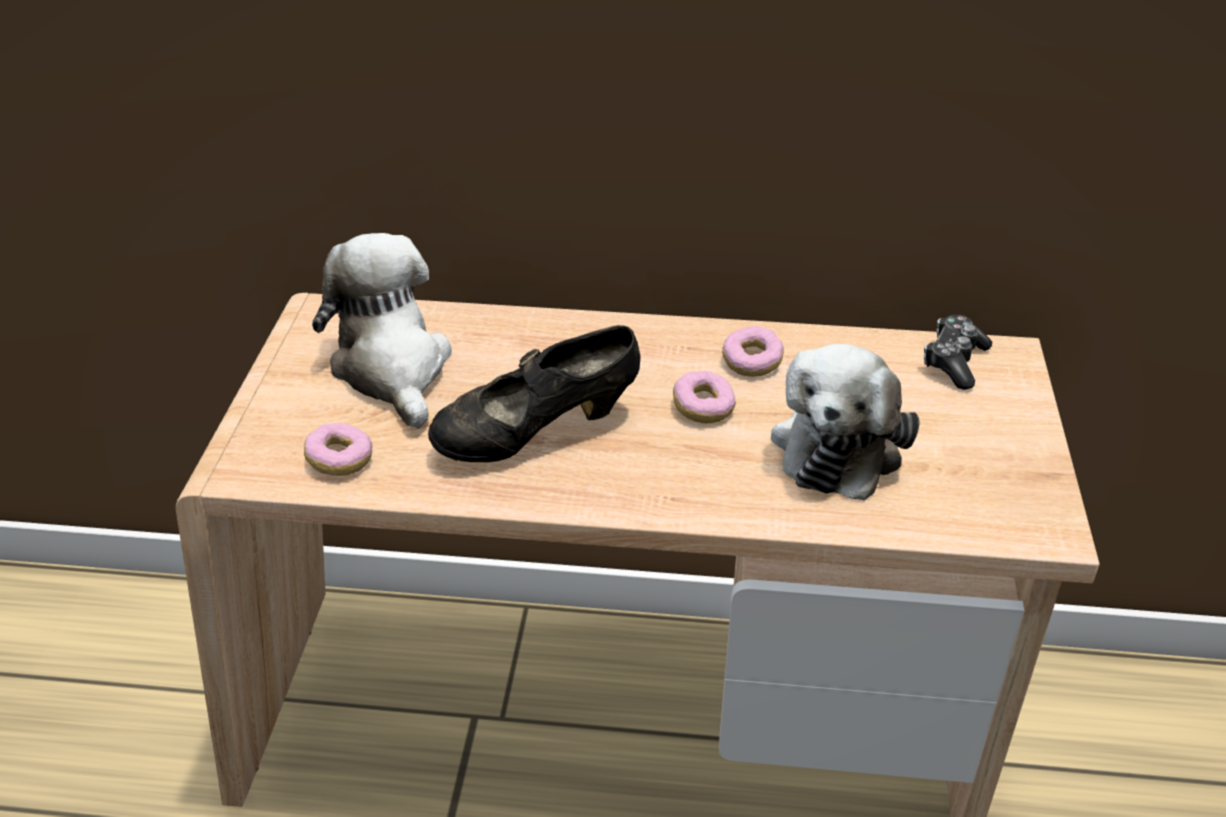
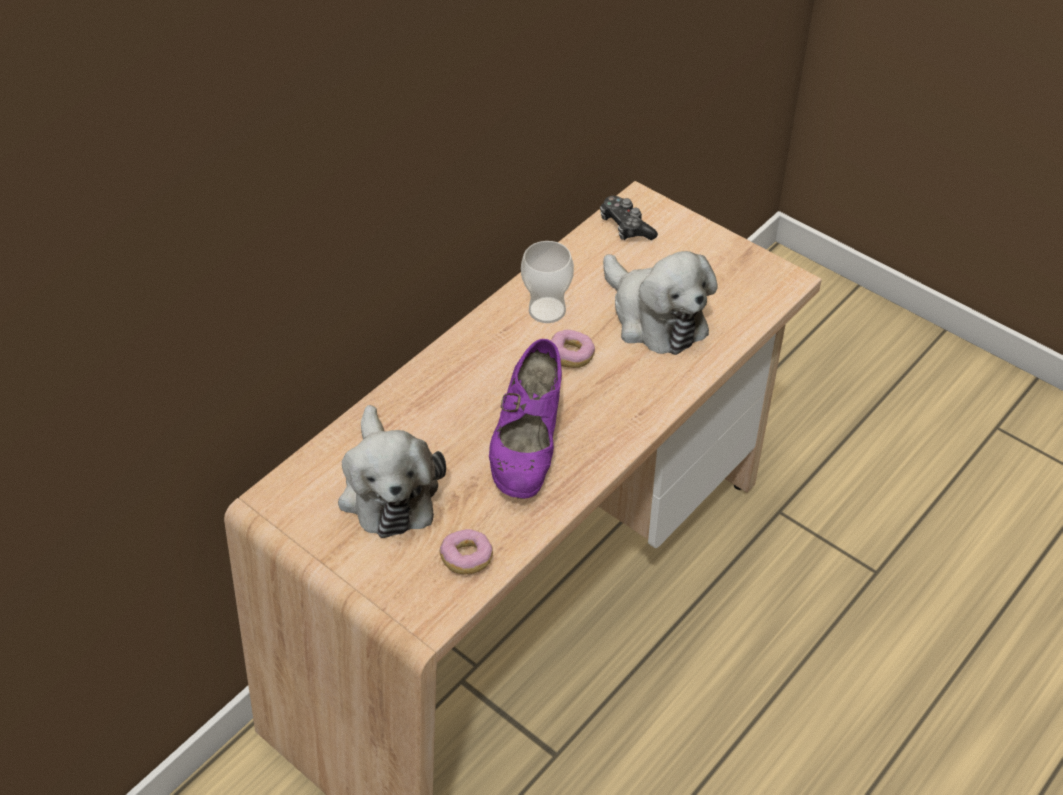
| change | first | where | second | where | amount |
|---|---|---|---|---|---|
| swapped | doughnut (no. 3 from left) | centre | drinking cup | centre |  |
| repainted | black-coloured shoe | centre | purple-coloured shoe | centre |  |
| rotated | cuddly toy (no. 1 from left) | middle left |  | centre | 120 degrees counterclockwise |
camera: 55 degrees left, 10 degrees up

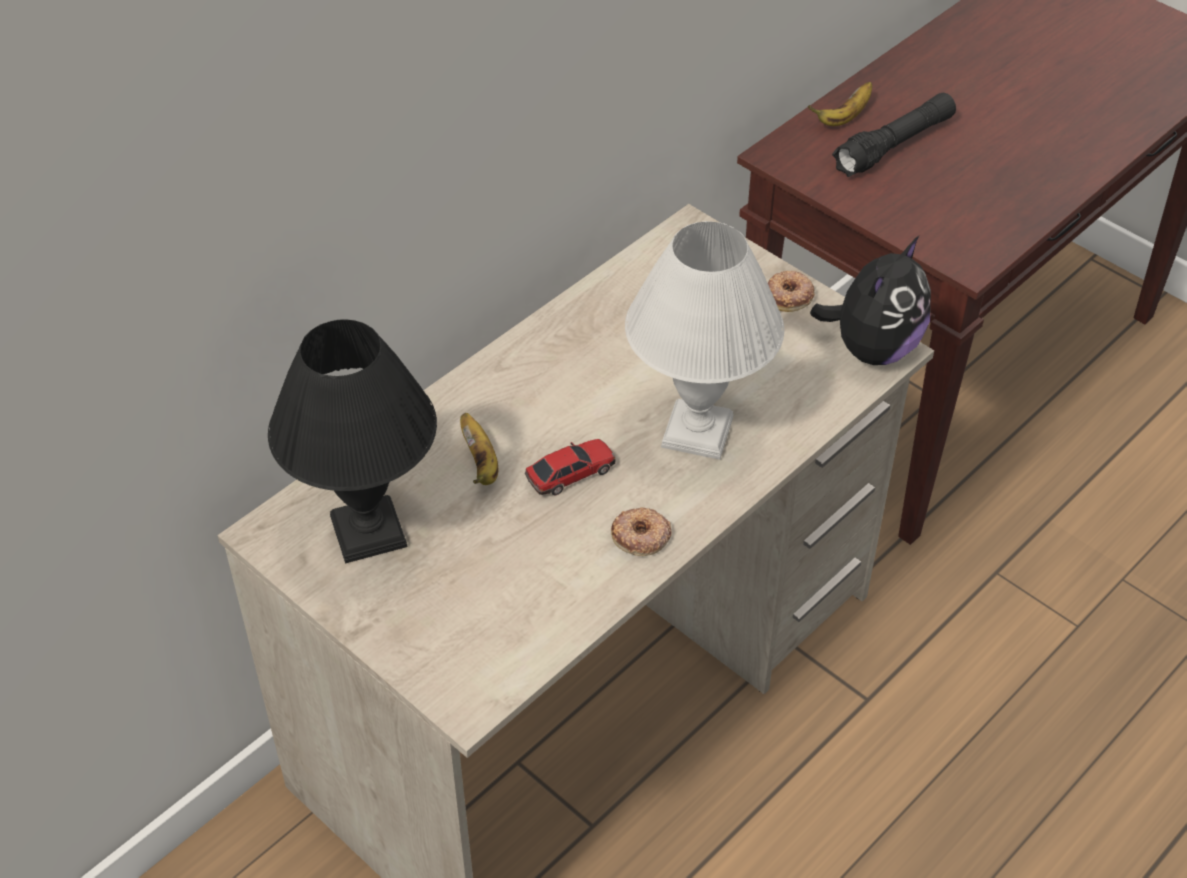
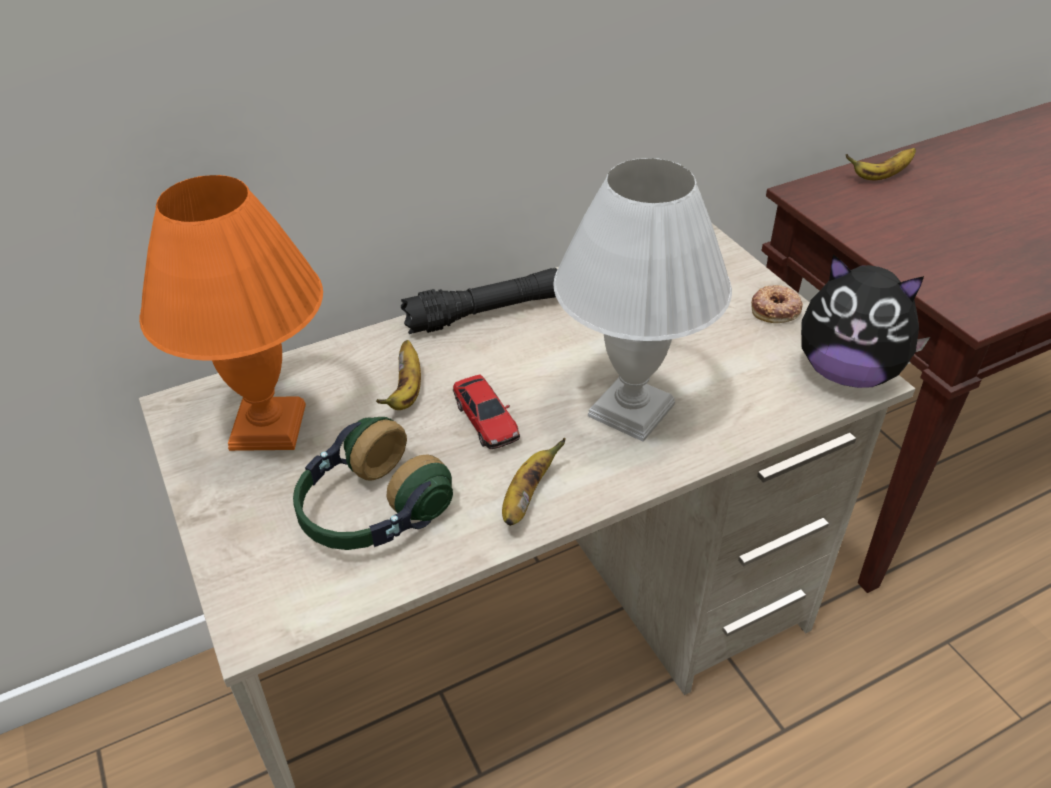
| change | first | where | second | where | amount |
|---|---|---|---|---|---|
| new |  |  | headset | centre |  |
| shifted | black-coloured torch | top right |  | centre |  |
| swapped | doughnut (no. 1 from left) | centre | whole banana (no. 2 from left) | centre |  |
| repainted | black-coloured lamp for a table | middle left | orangey lamp for a table | middle left |  |
| rotated | model car | centre |  | centre | 75 degrees clockwise |
| rotated | cuddly toy | middle right |  | middle right | 60 degrees clockwise |
camera: 20 degrees right, 5 degrees down

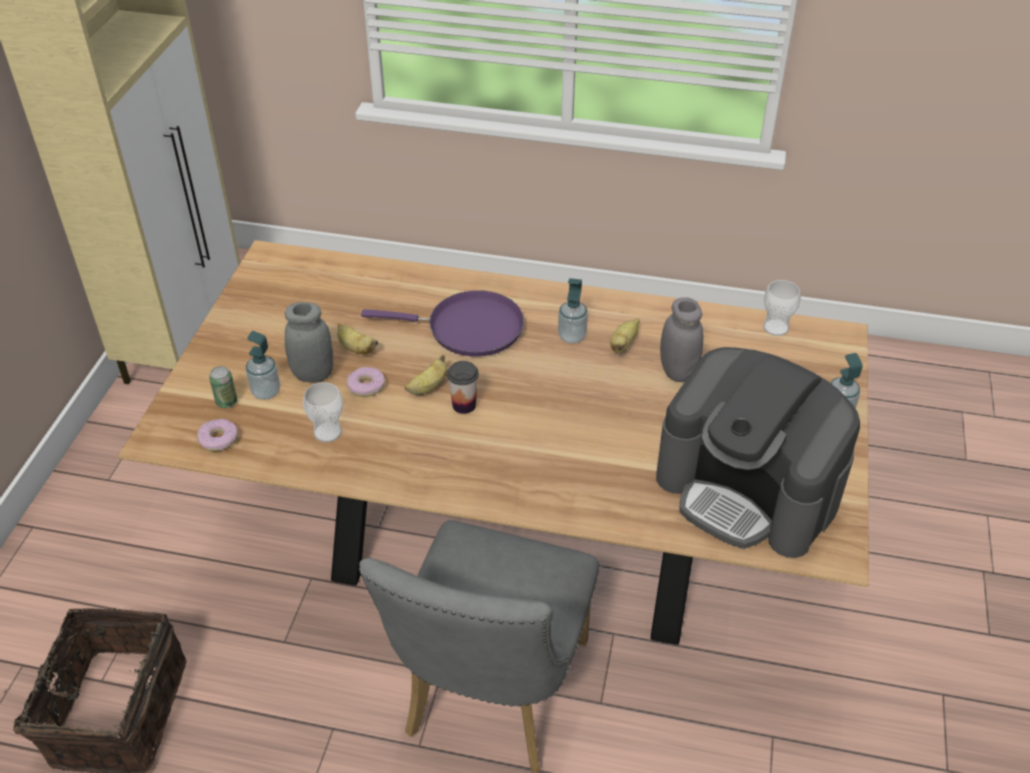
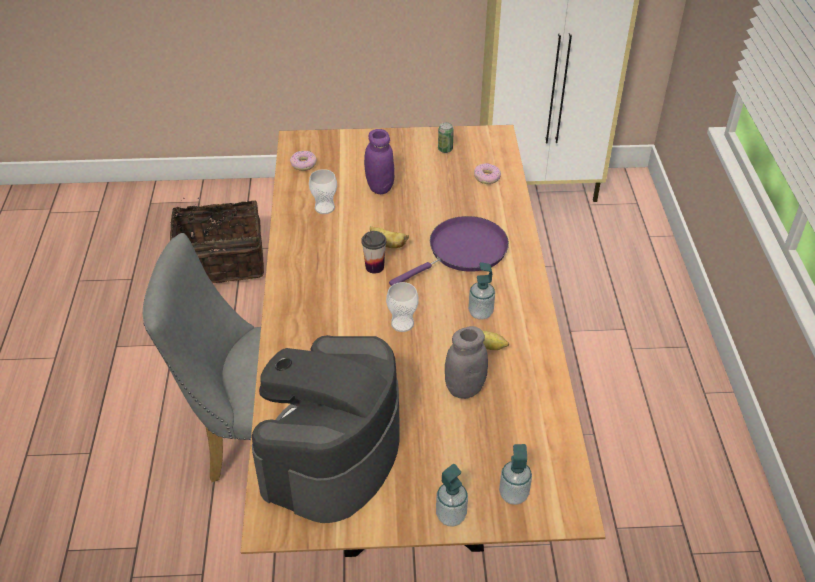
| change | first | where | second | where | amount |
|---|---|---|---|---|---|
| gone | whole banana (no. 1 from left) | centre |  |  |  |
| shifted | metal can | middle left |  | top centre |  |
| shifted | liquid soap bottle (no. 1 from left in the first image) | middle left | liquid soap bottle (no. 3 from left) | bottom centre |  |
| shifted | doughnut (no. 2 from left) | centre |  | top centre |  |
| shifted | drinking cup (no. 3 from left) | middle right |  | centre |  |
| repainted | greyish jar (no. 1 from left) | middle left | purple-coloured jar | top centre |  |
| rotated | purple-coloured frying pan | centre |  | centre | 120 degrees counterclockwise |
camera: 75 degrees right, 0 degrees up

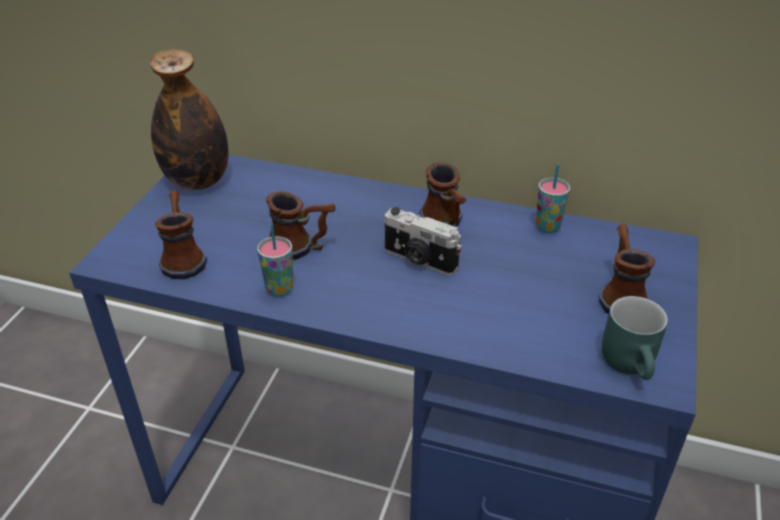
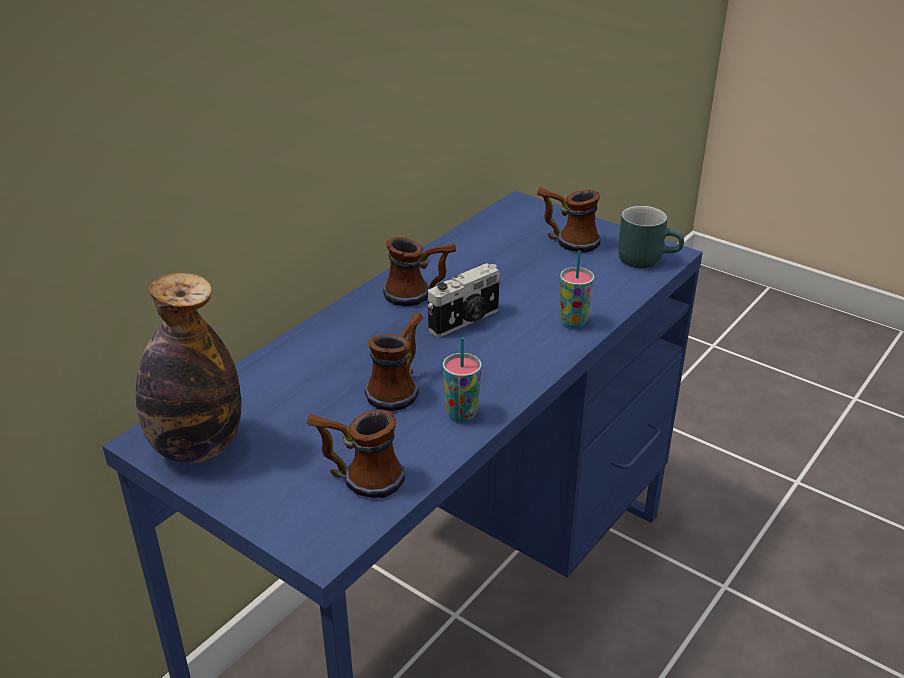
| change | first | where | second | where | amount |
|---|---|---|---|---|---|
| shifted | drinking cup (no. 2 from left) | middle right |  | centre |  |
camera: 70 degrees left, 5 degrees down

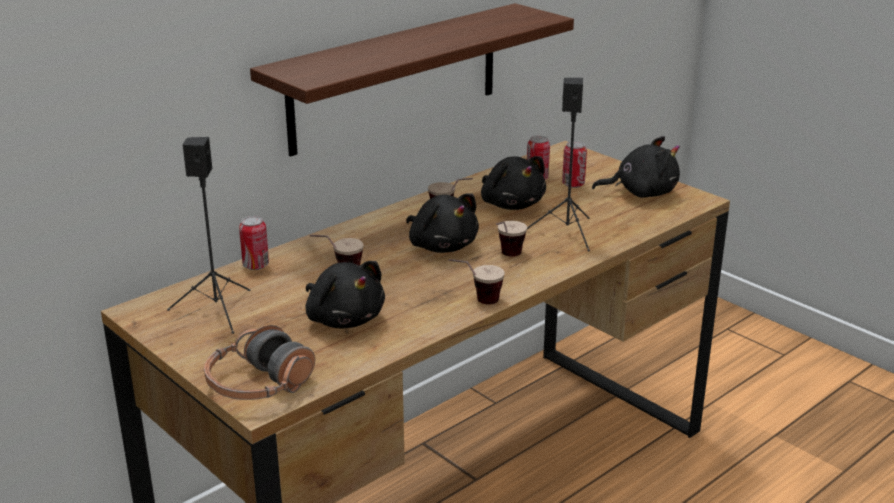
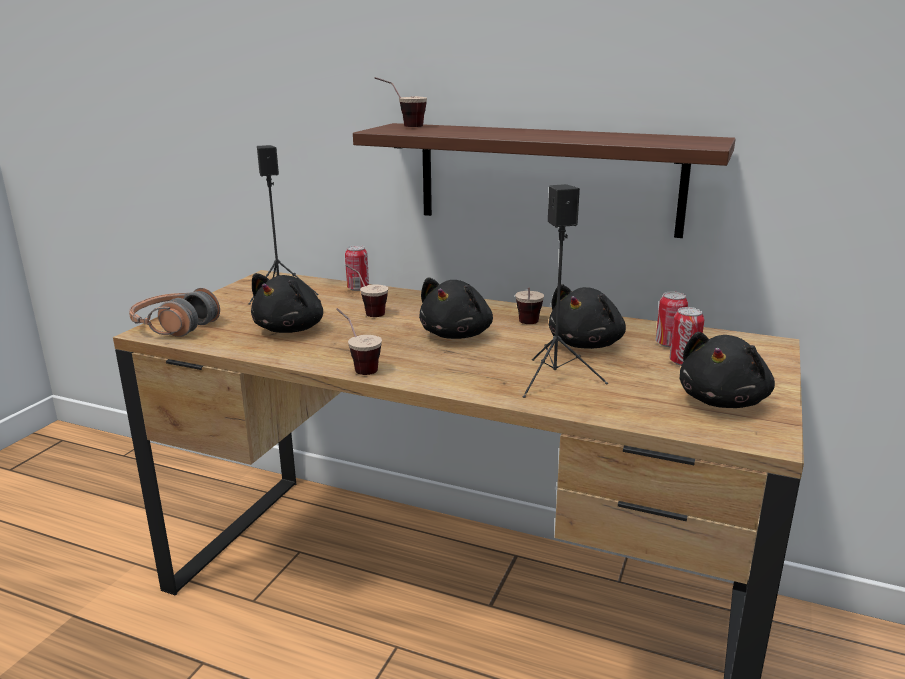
| change | first | where | second | where | amount |
|---|---|---|---|---|---|
| shifted | drinking cup (no. 4 from left in the first image) | centre | drinking cup (no. 3 from left) | top centre |  |
| rotated | black-coloured cuddly toy (no. 4 from left) | top right |  | middle right | 60 degrees clockwise |
camera: 65 degrees right, 5 degrees down

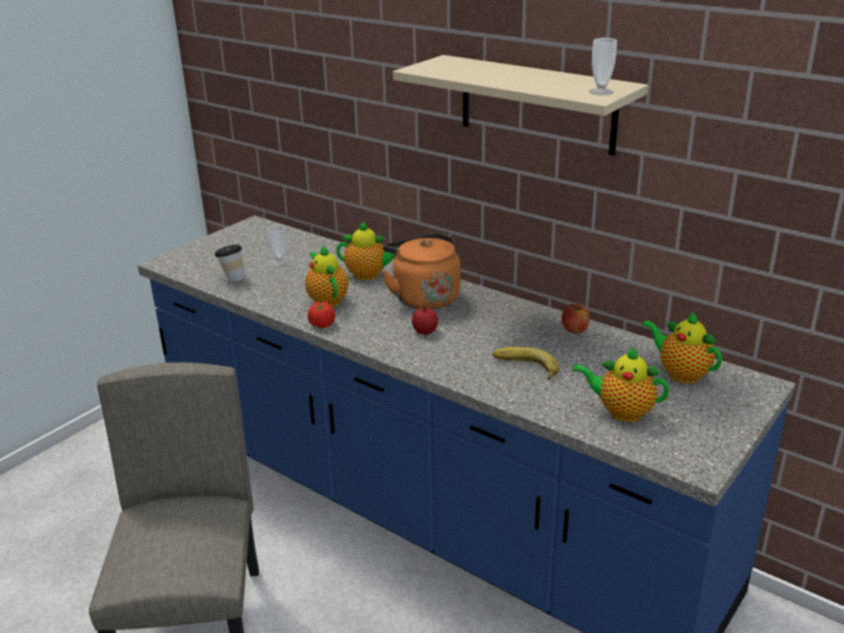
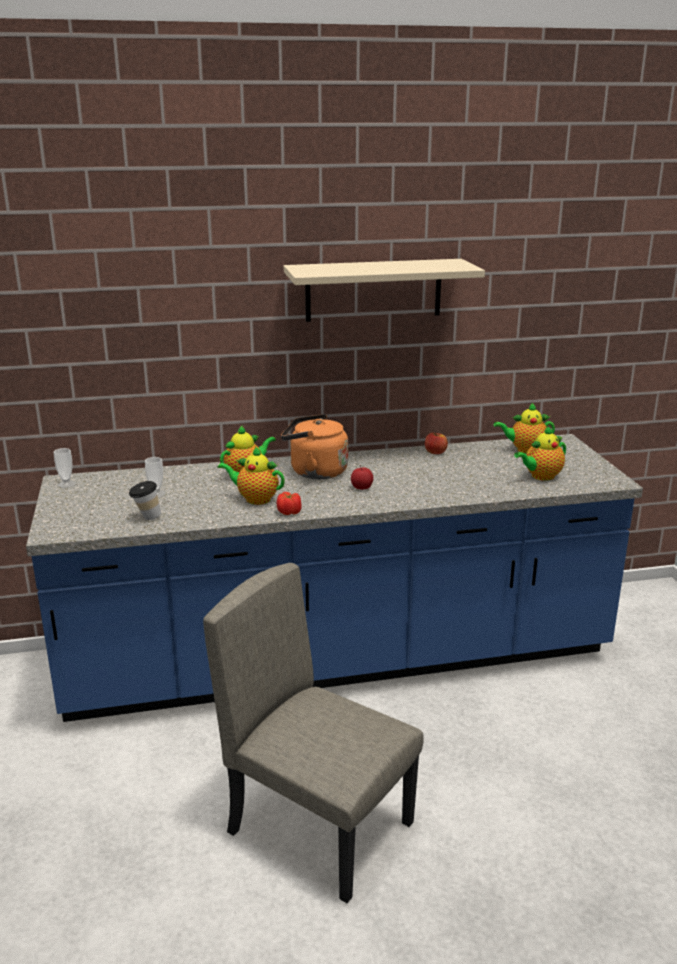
| change | first | where | second | where | amount |
|---|---|---|---|---|---|
| gone | whole banana | centre |  |  |  |
| shifted | drinking cup (no. 3 from left in the first image) | top right | drinking cup (no. 1 from left) | middle left |  |
camera: 50 degrees left, 5 degrees down

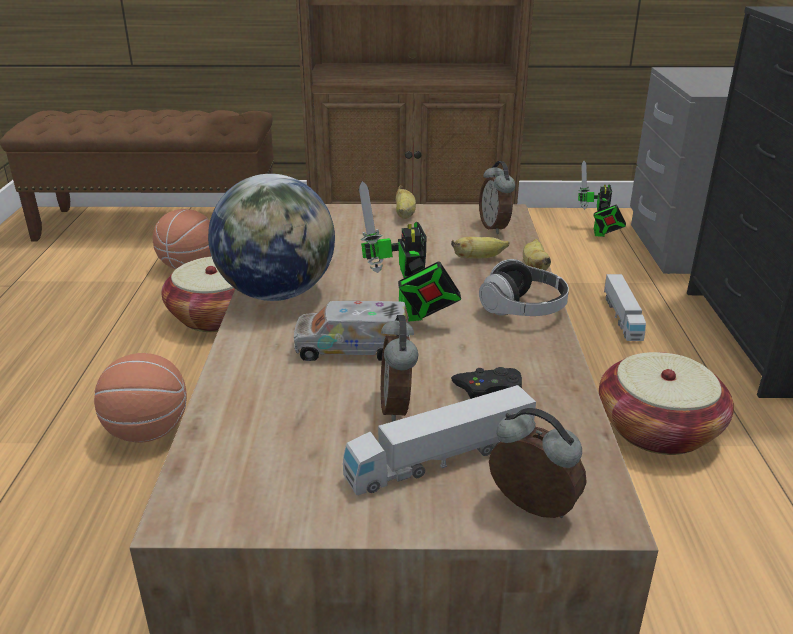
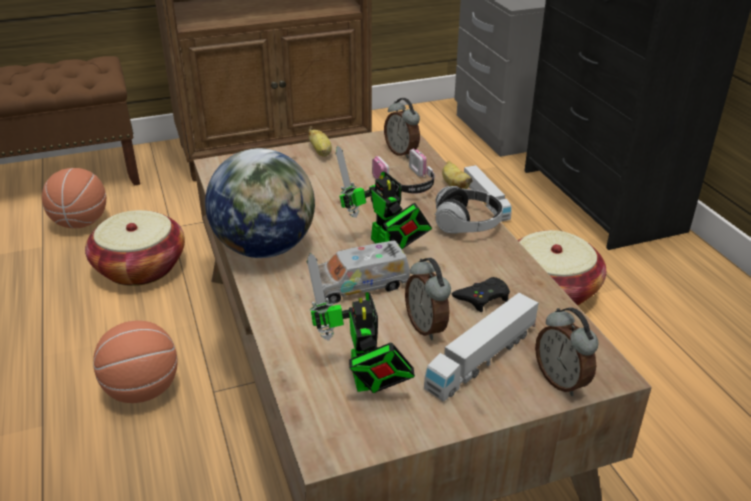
| change | first | where | second | where | amount |
|---|---|---|---|---|---|
| shifted | model robot (no. 2 from left in the first image) | top right | model robot (no. 1 from left) | centre |  |
| swapped | whole banana (no. 2 from left) | centre | headset (no. 1 from left) | centre |  |
| rotated | table clock (no. 3 from left) | bottom right |  | bottom right | 135 degrees counterclockwise |
camera: 20 degrees left, 5 degrees up

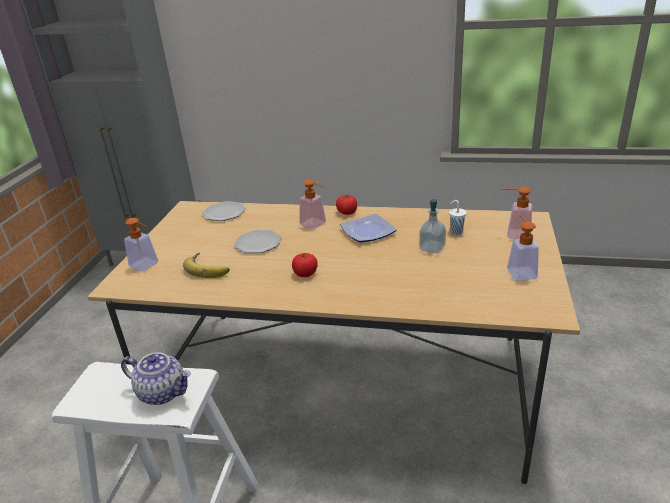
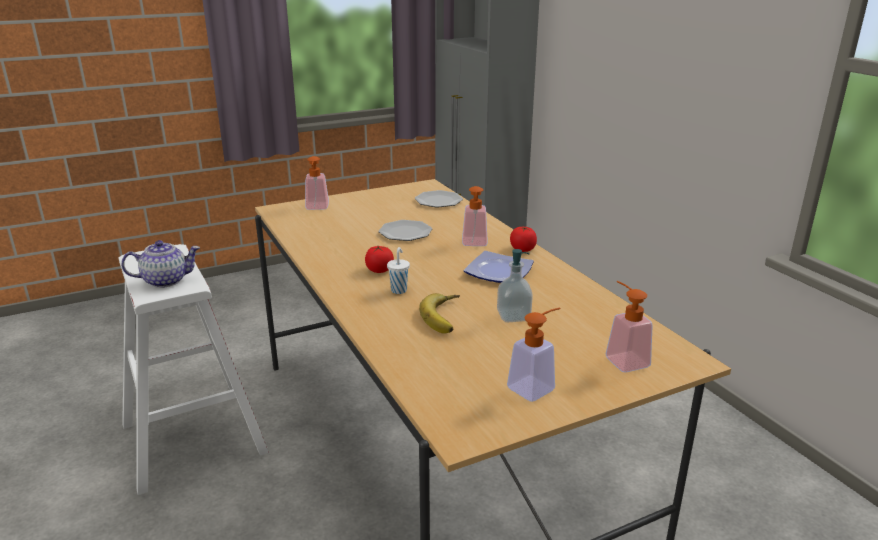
| change | first | where | second | where | amount |
|---|---|---|---|---|---|
| shifted | whole banana | middle left |  | centre |  |
| shifted | white drinking cup | middle right |  | centre |  |
| rotated | pot for tea | bottom left |  | middle left | 90 degrees counterclockwise |
camera: 50 degrees right, 5 degrees down

